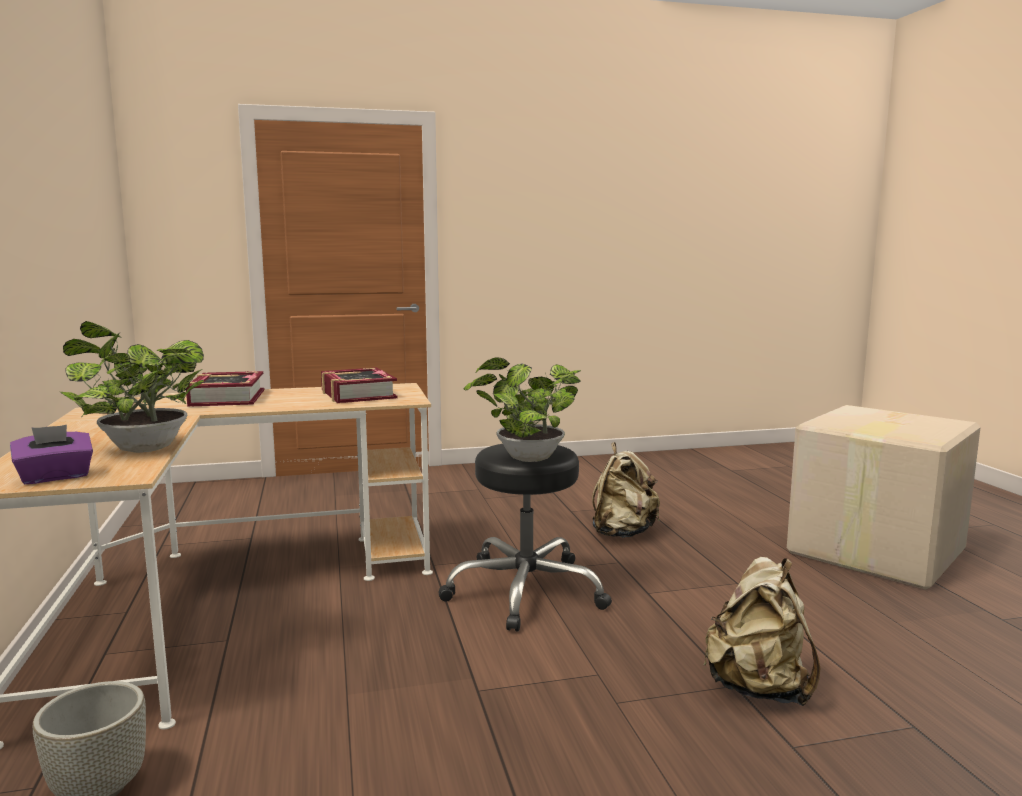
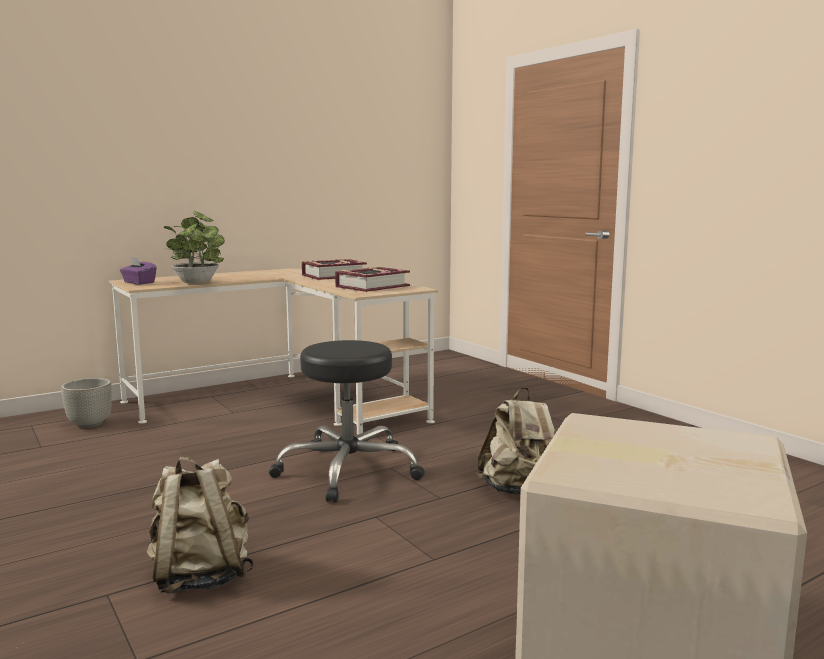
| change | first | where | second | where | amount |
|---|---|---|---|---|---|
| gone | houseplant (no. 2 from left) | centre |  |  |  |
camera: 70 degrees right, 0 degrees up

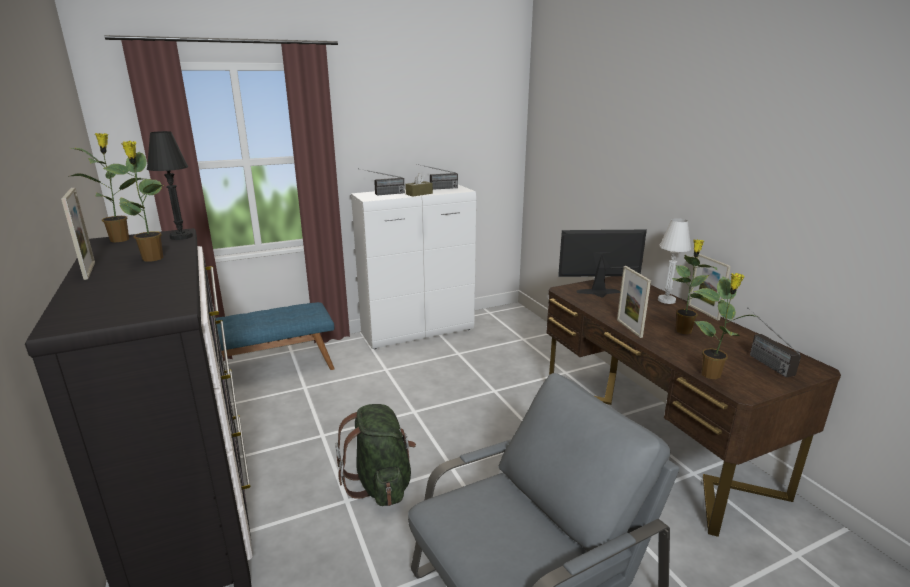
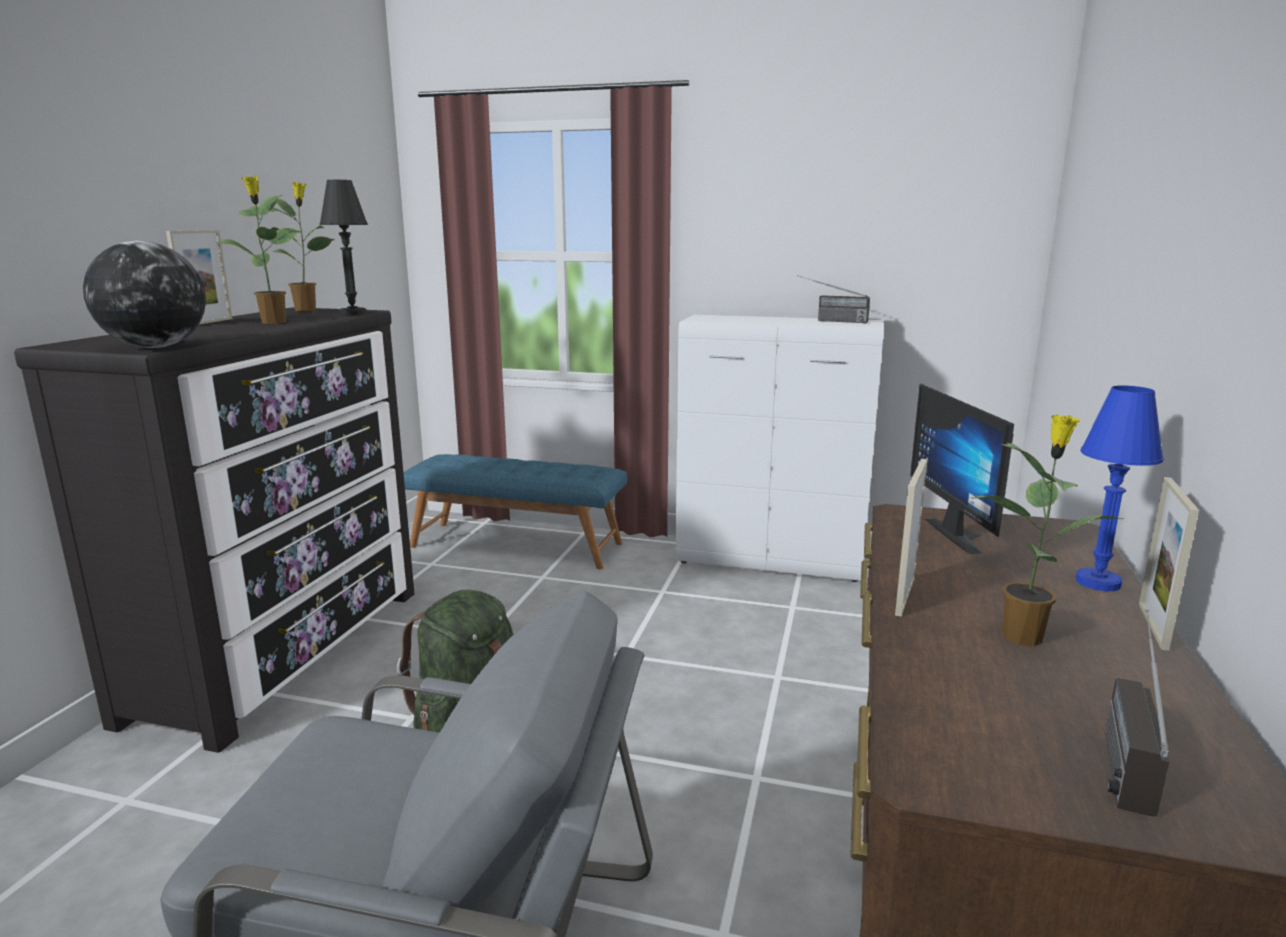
| change | first | where | second | where | amount |
|---|---|---|---|---|---|
| gone | radio (no. 1 from left) | top centre |  |  |  |
| gone | brown-coloured tissue holder | top centre |  |  |  |
| gone | houseplant (no. 4 from left) | middle right |  |  |  |
| new |  |  | world globe | top left |  |
| repainted | white lamp for a table | middle right | bluish lamp for a table | middle right |  |
| rotated | computer display | centre |  | middle right | 135 degrees counterclockwise |
camera: 40 degrees right, 5 degrees down

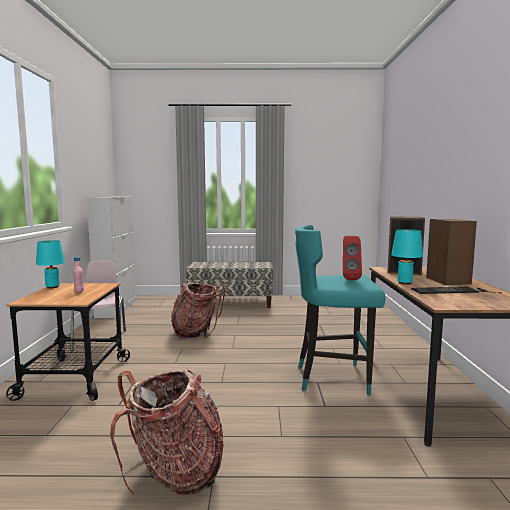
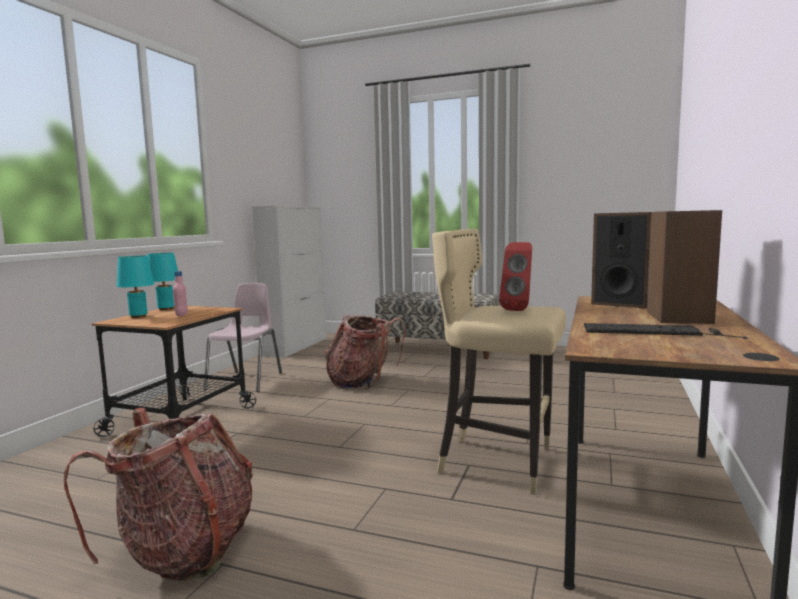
| change | first | where | second | where | amount |
|---|---|---|---|---|---|
| shifted | turquoise-coloured lamp for a table (no. 2 from left in the first image) | middle right | turquoise-coloured lamp for a table (no. 1 from left) | middle left |  |
| repainted | turquoise-coloured sitting stool | middle right | beige-coloured sitting stool | centre |  |
camera: 20 degrees right, 0 degrees up

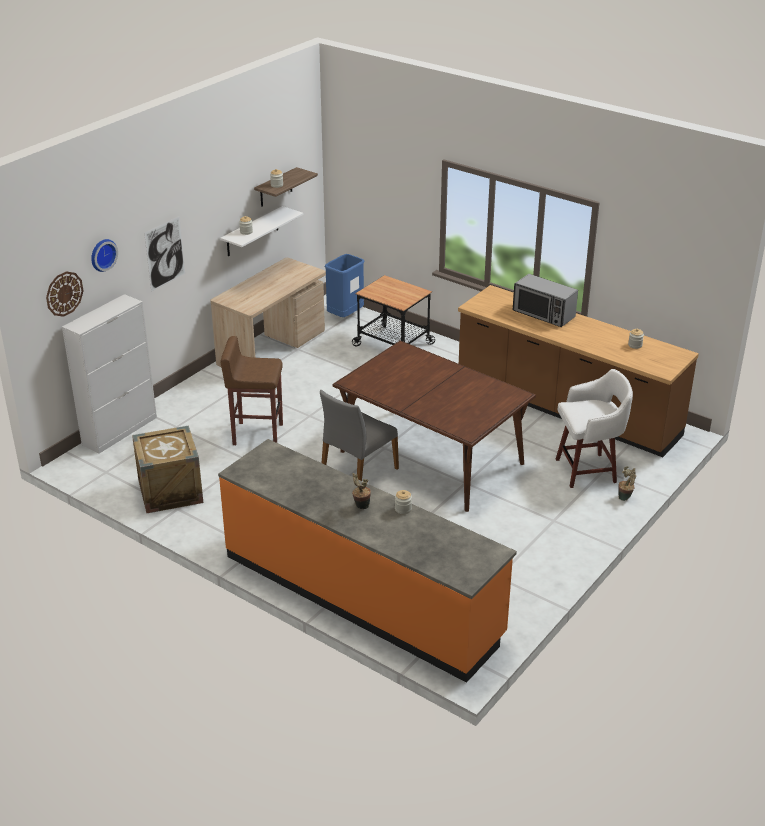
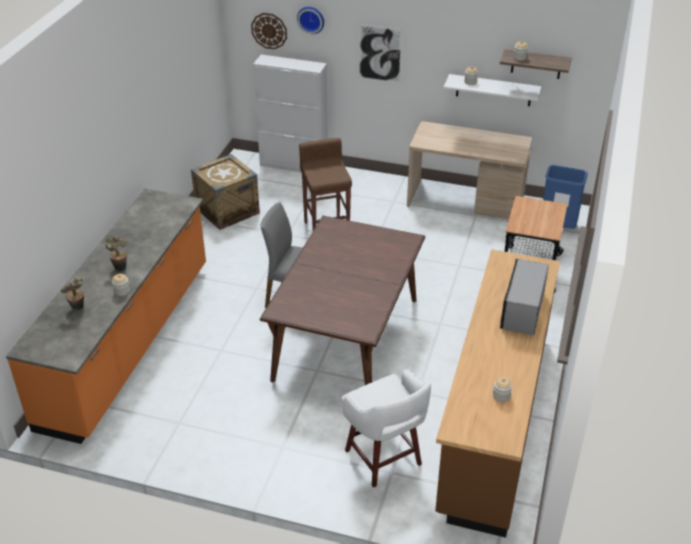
| change | first | where | second | where | amount |
|---|---|---|---|---|---|
| shifted | houseplant (no. 2 from left in the first image) | middle right | houseplant (no. 1 from left) | middle left |  |
camera: 70 degrees right, 5 degrees up

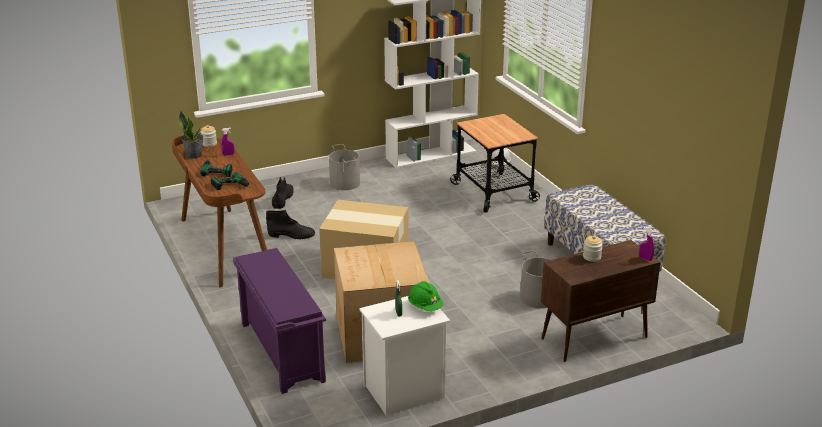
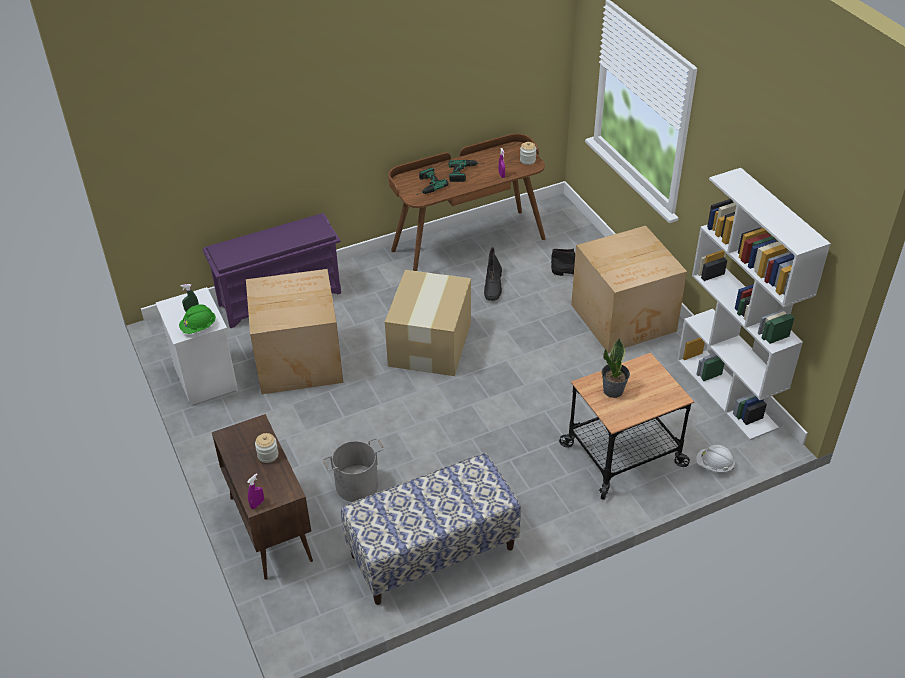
| change | first | where | second | where | amount |
|---|---|---|---|---|---|
| shifted | houseplant | top left |  | middle right |  |
| swapped | greyish water bucket (no. 1 from left) | centre | cardboard box (no. 3 from left) | middle right |  |
camera: 90 degrees right, 15 degrees up

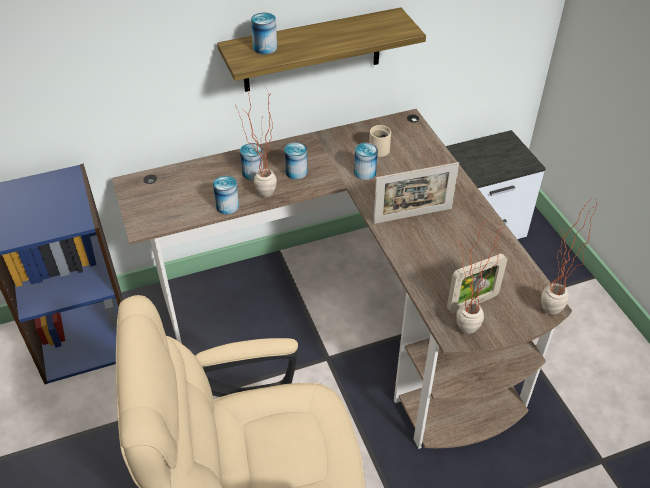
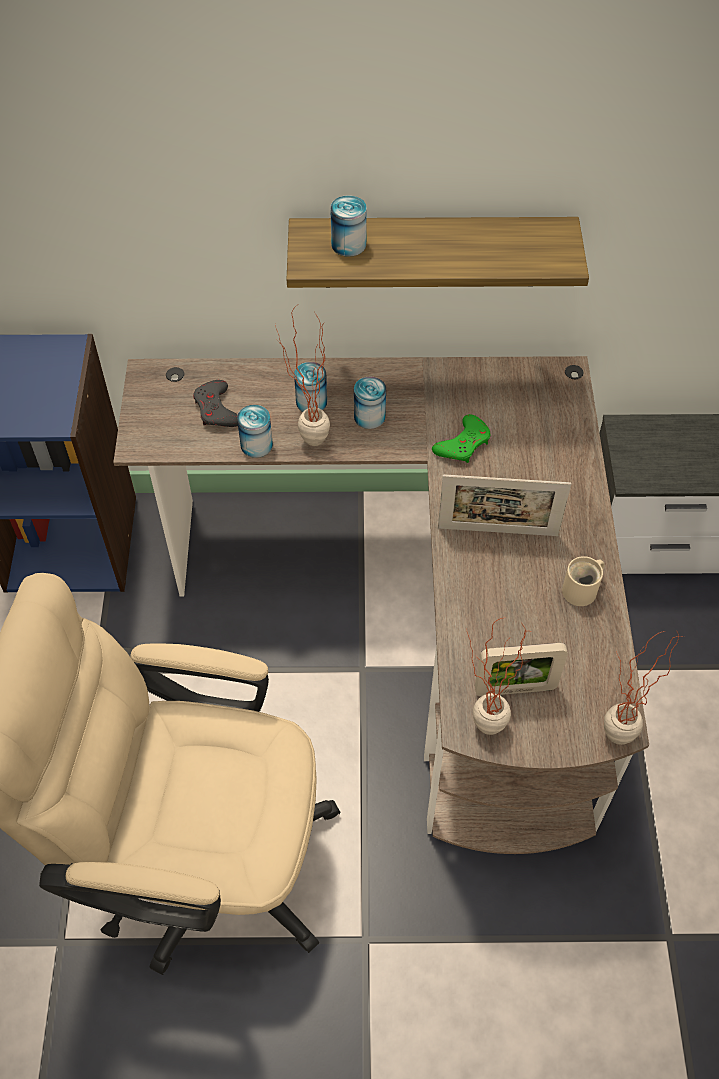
| change | first | where | second | where | amount |
|---|---|---|---|---|---|
| new |  |  | greyish gamepad | middle left |  |
| shifted | beige-coloured mug | top centre |  | middle right |  |
| swapped | metal can (no. 5 from left) | top centre | green-coloured gamepad | centre |  |
camera: 20 degrees right, 10 degrees up

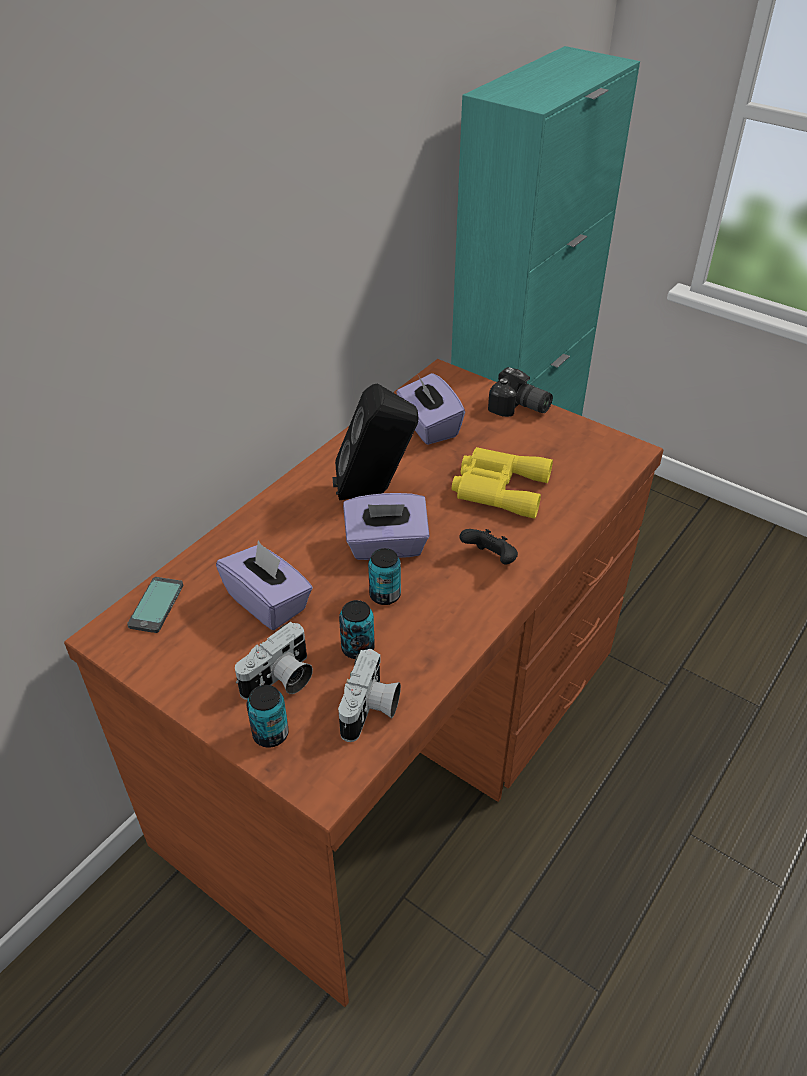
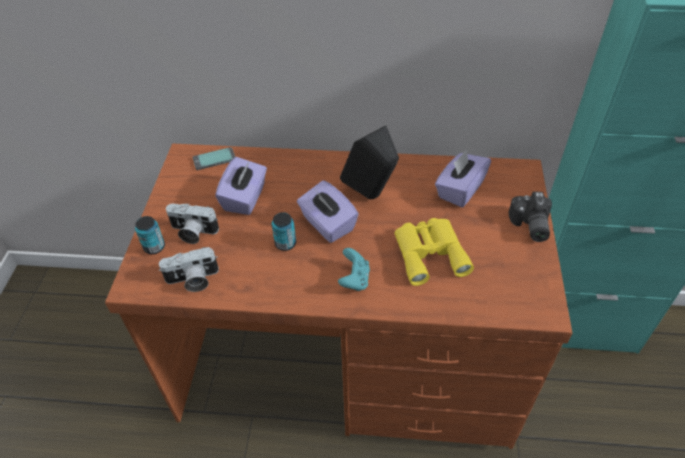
| change | first | where | second | where | amount |
|---|---|---|---|---|---|
| gone | metal can (no. 2 from left) | centre |  |  |  |
| repainted | black-coloured gamepad | centre | turquoise-coloured gamepad | centre |  |
camera: 60 degrees right, 5 degrees up

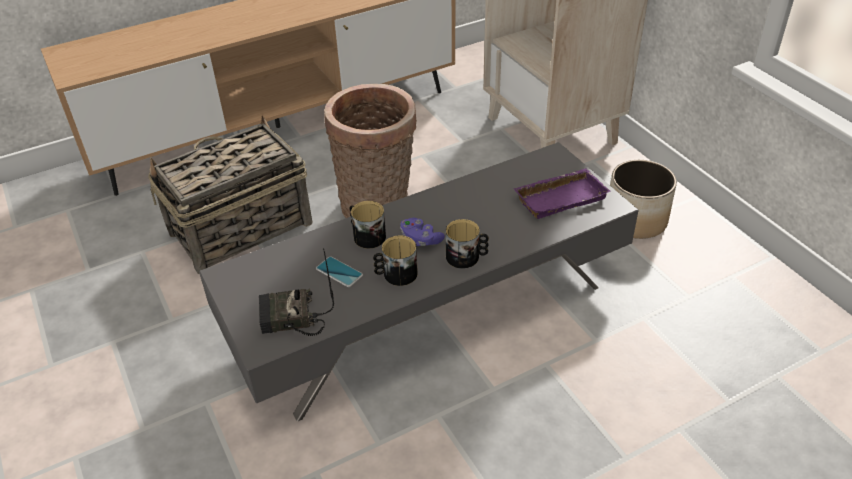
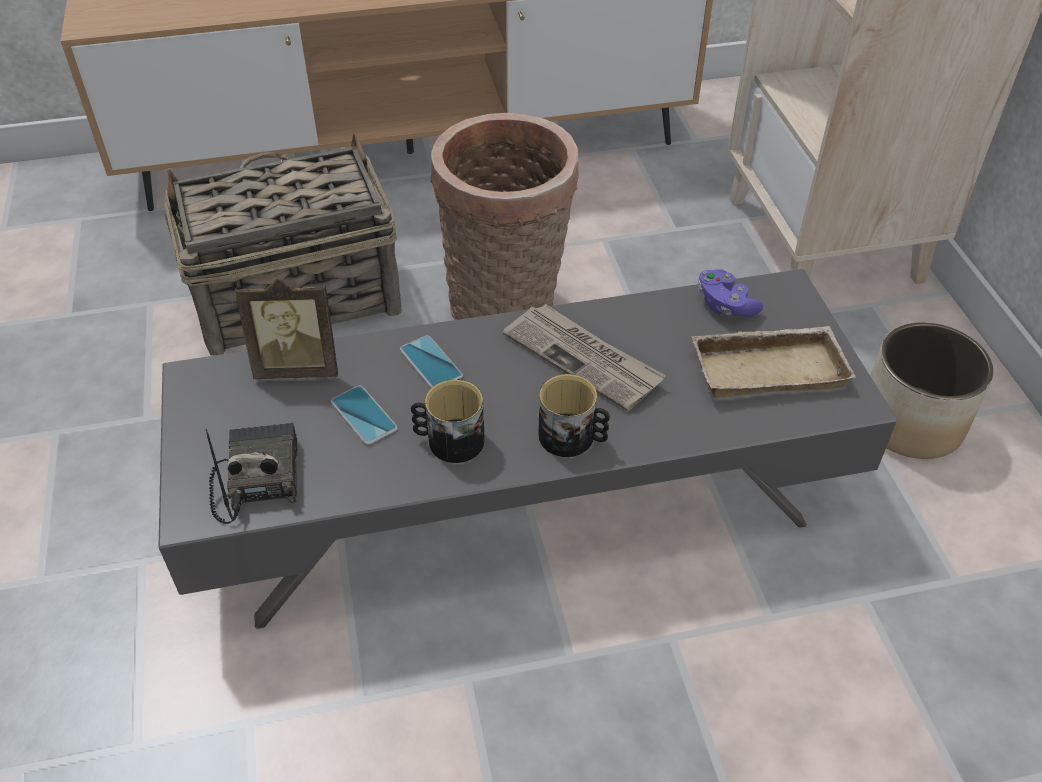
| change | first | where | second | where | amount |
|---|---|---|---|---|---|
| new |  |  | photo frame | middle left |  |
| new |  |  | daily paper | centre |  |
| shifted | purple-coloured gamepad | centre |  | middle right |  |
| swapped | mug (no. 1 from left) | centre | handset (no. 2 from left) | centre |  |
| repainted | purple-coloured carrying tray | centre | beige-coloured carrying tray | middle right |  |
| rotated | radio | centre |  | middle left | 75 degrees clockwise |
camera: 15 degrees right, 5 degrees up

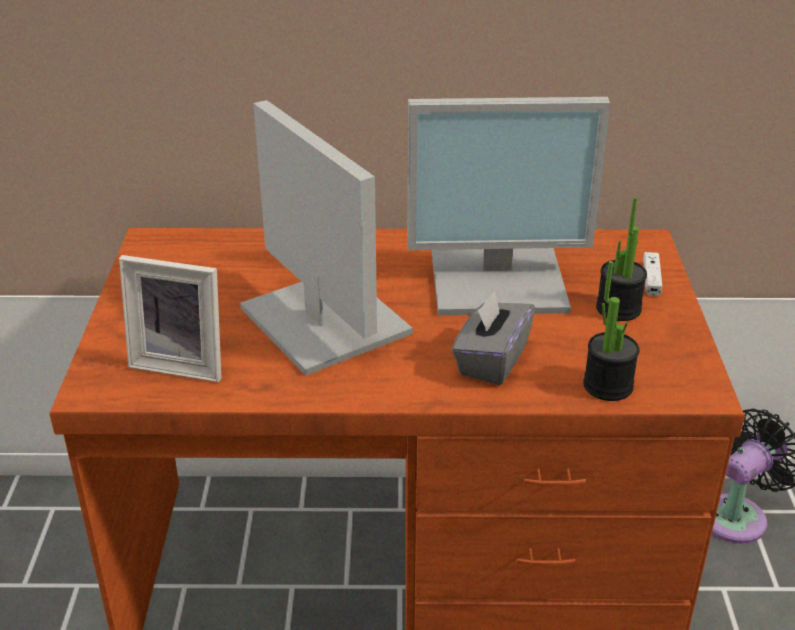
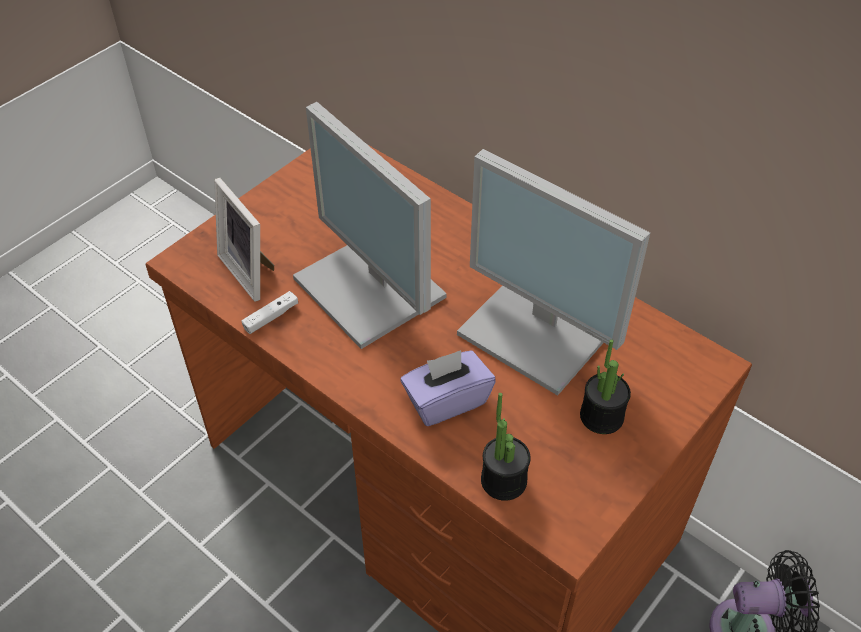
| change | first | where | second | where | amount |
|---|---|---|---|---|---|
| shifted | white gamepad | middle right |  | middle left |  |
| repainted | greyish tissue holder | centre | purple-coloured tissue holder | centre |  |
| rotated | computer display (no. 1 from left) | centre |  | centre | 135 degrees clockwise |
camera: 40 degrees right, 15 degrees up

